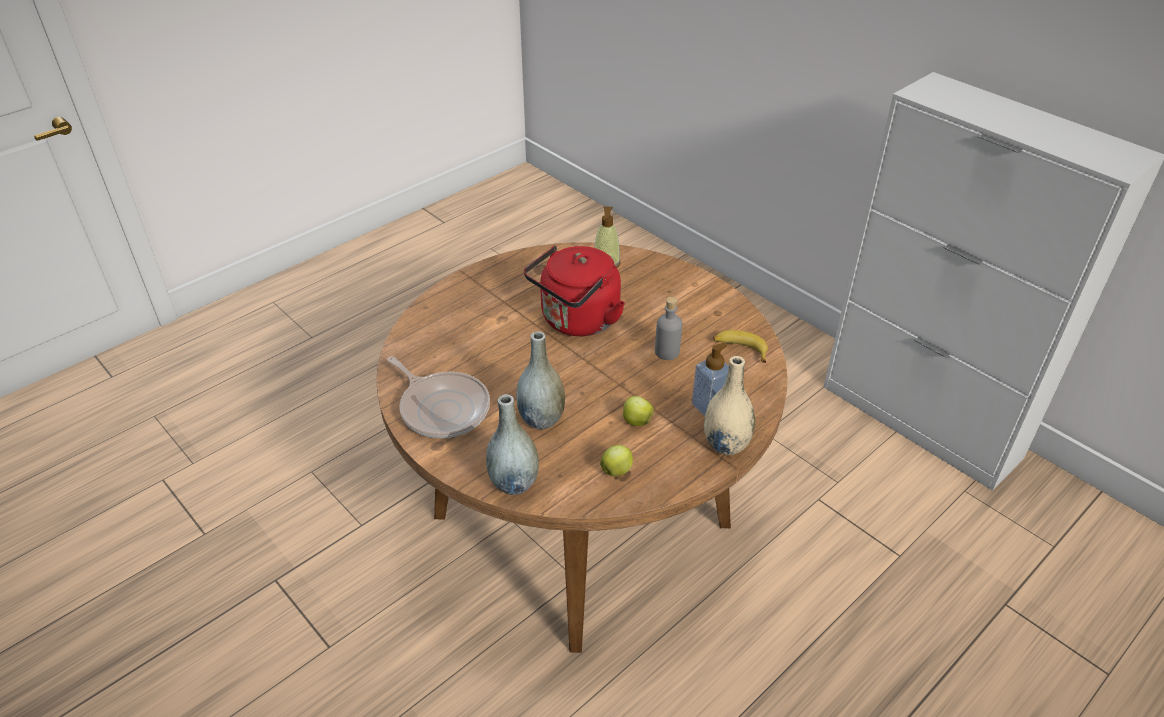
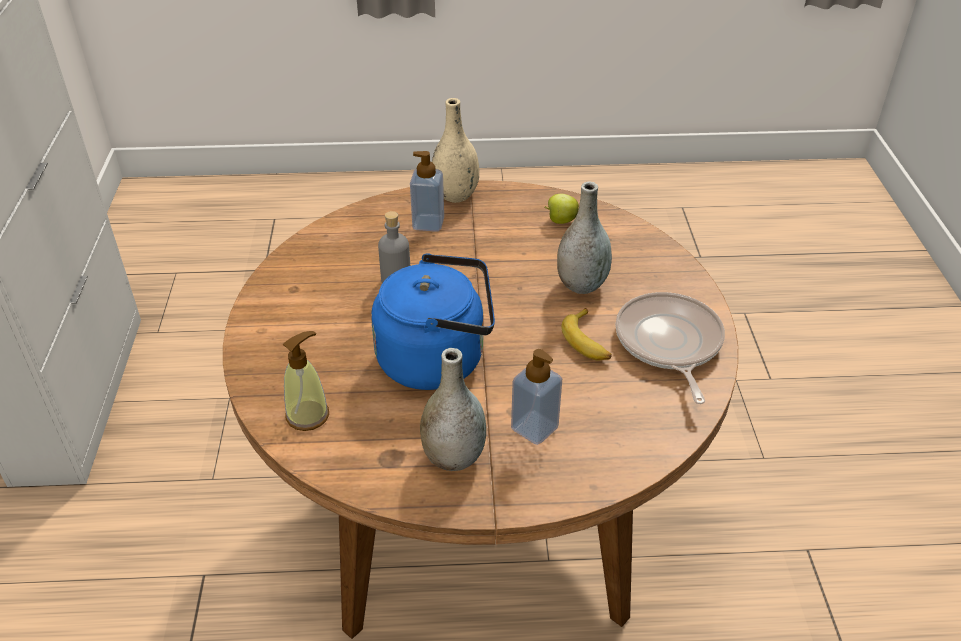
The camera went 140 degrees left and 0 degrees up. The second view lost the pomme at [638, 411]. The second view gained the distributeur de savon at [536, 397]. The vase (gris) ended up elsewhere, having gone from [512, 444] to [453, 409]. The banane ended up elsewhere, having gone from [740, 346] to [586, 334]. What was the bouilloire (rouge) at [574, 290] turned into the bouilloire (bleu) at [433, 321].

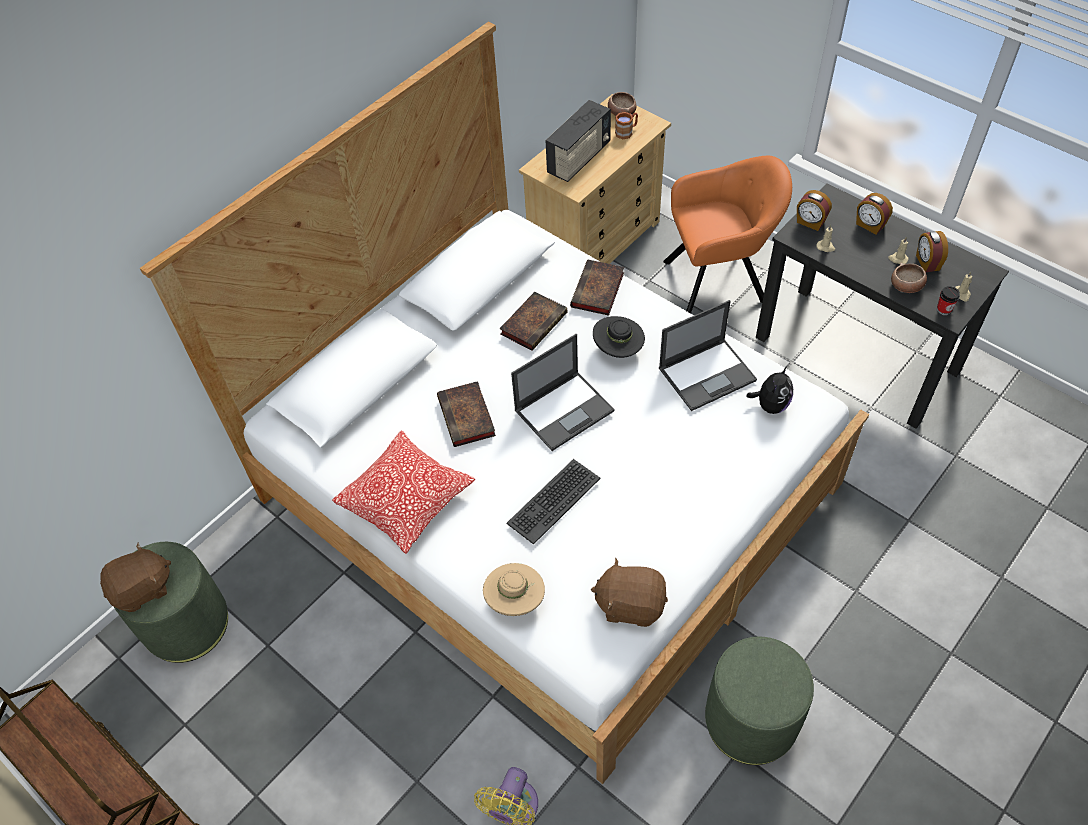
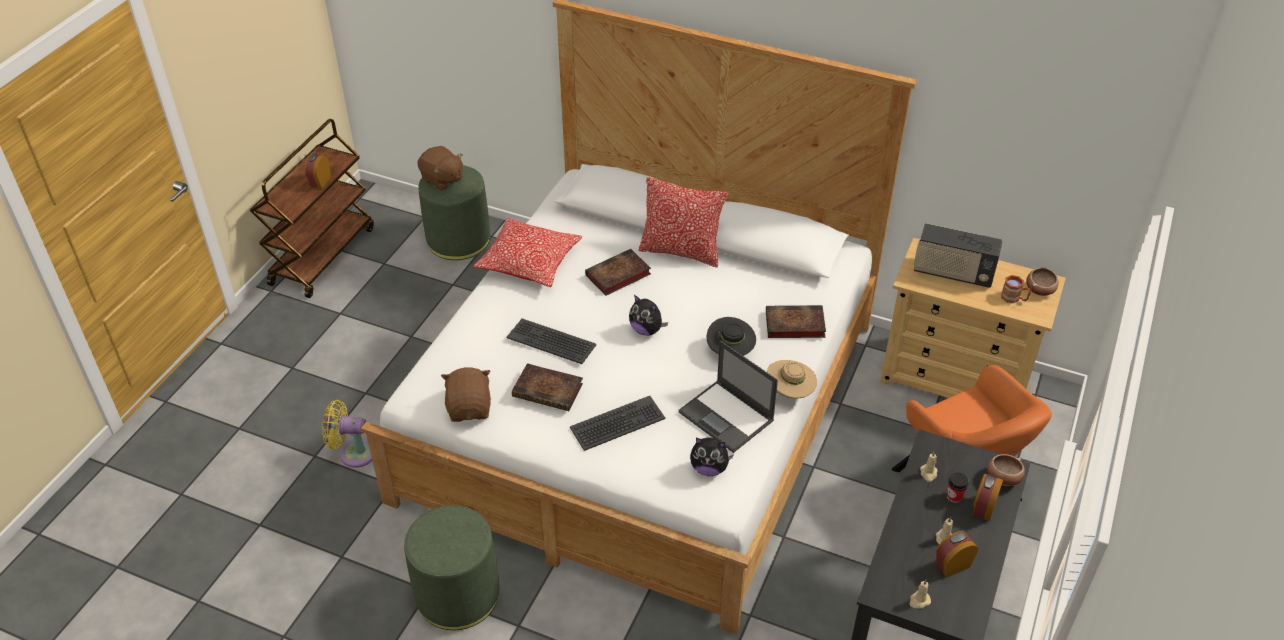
The camera went 70 degrees right and 10 degrees down. The second view gained the clavier at [618, 423]. The second view gained the coussin at [683, 222]. The chapeau (beige) ended up elsewhere, having gone from [514, 589] to [792, 379]. The livre ended up elsewhere, having gone from [534, 321] to [547, 387]. The réveil ended up elsewhere, having gone from [814, 210] to [318, 171]. The bol ended up elsewhere, having gone from [909, 278] to [1006, 470]. The tasse ended up elsewhere, having gone from [948, 300] to [958, 487]. Where the ordinateur portable stood at [562, 392], the peluche came to stand at [648, 315].

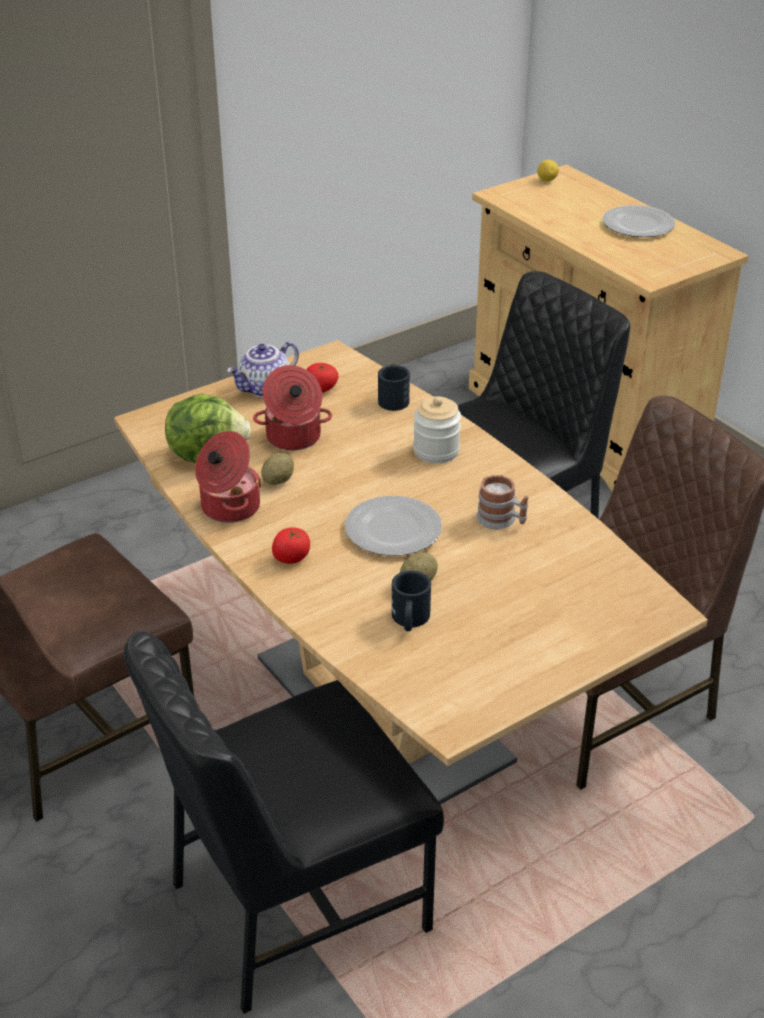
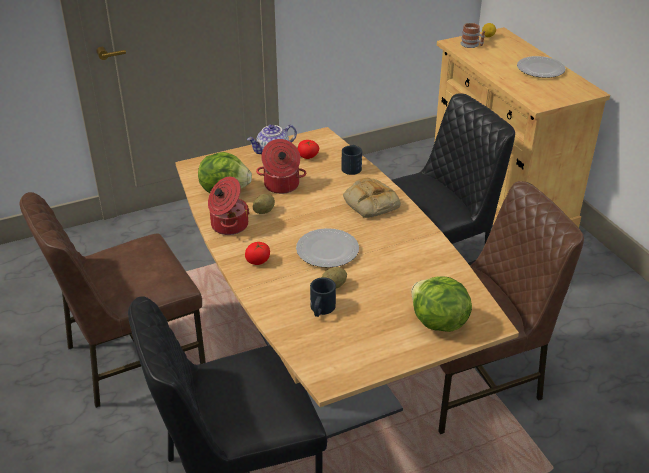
The camera went 10 degrees right and 0 degrees up. The second view gained the laitue at [441, 304]. The mug ended up elsewhere, having gone from [502, 502] to [472, 35]. Where the bocal stood at [437, 429], the pain came to stand at [372, 198].

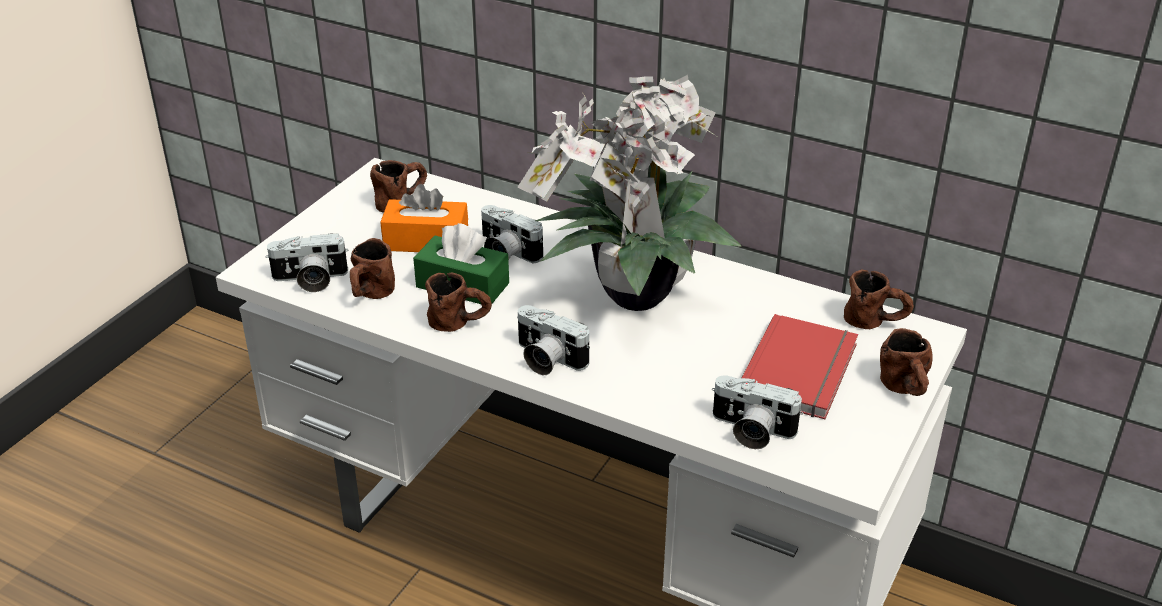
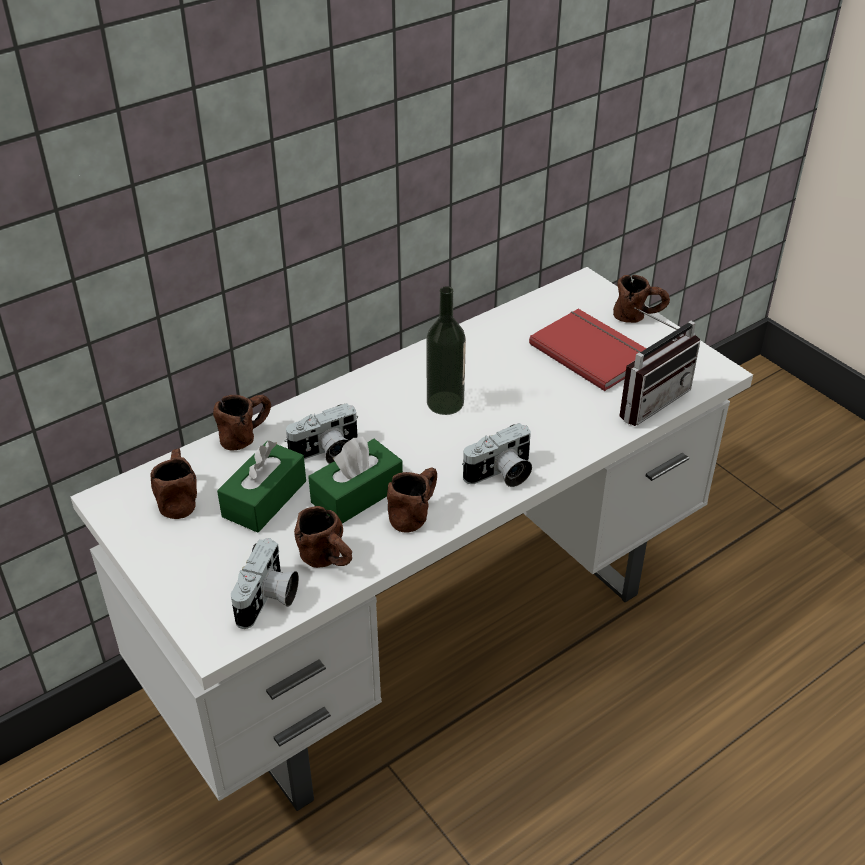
The camera went 65 degrees left and 5 degrees up. The mug (marron) ended up elsewhere, having gone from [879, 299] to [242, 423]. Where the plante en pot stood at [629, 193], the bouteille came to stand at [446, 350]. Where the appareil photo stood at [757, 412], the radio came to stand at [660, 366]. What was the boîte à mouchoirs (orange) at [424, 218] turned into the boîte à mouchoirs (vert) at [261, 487].

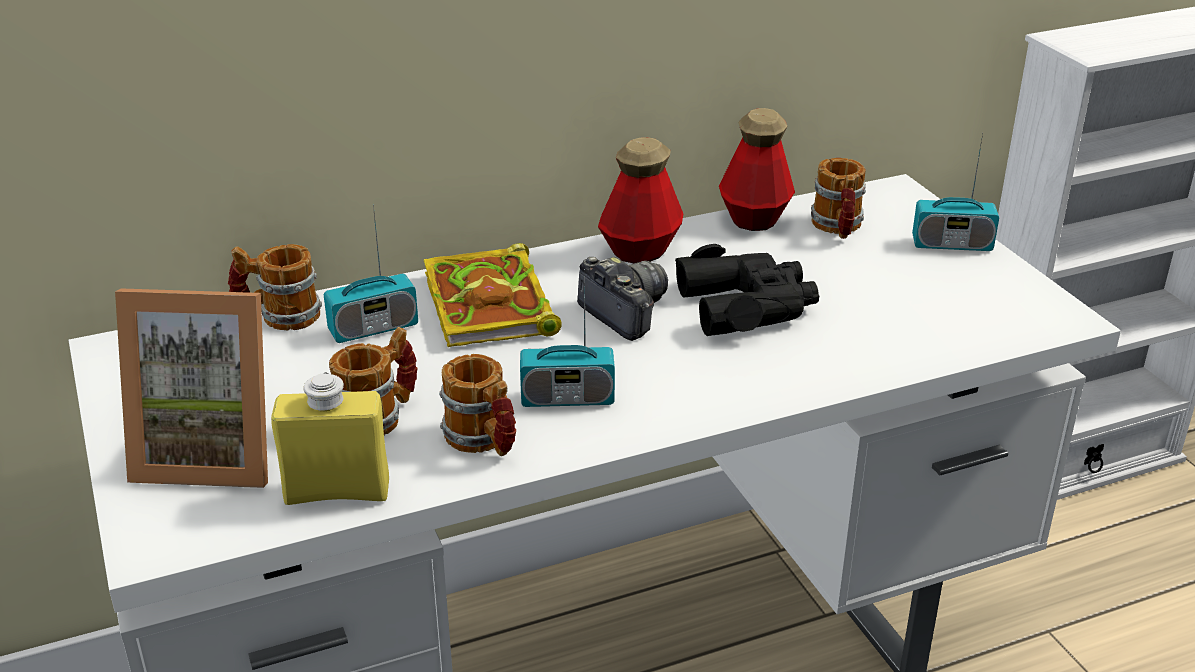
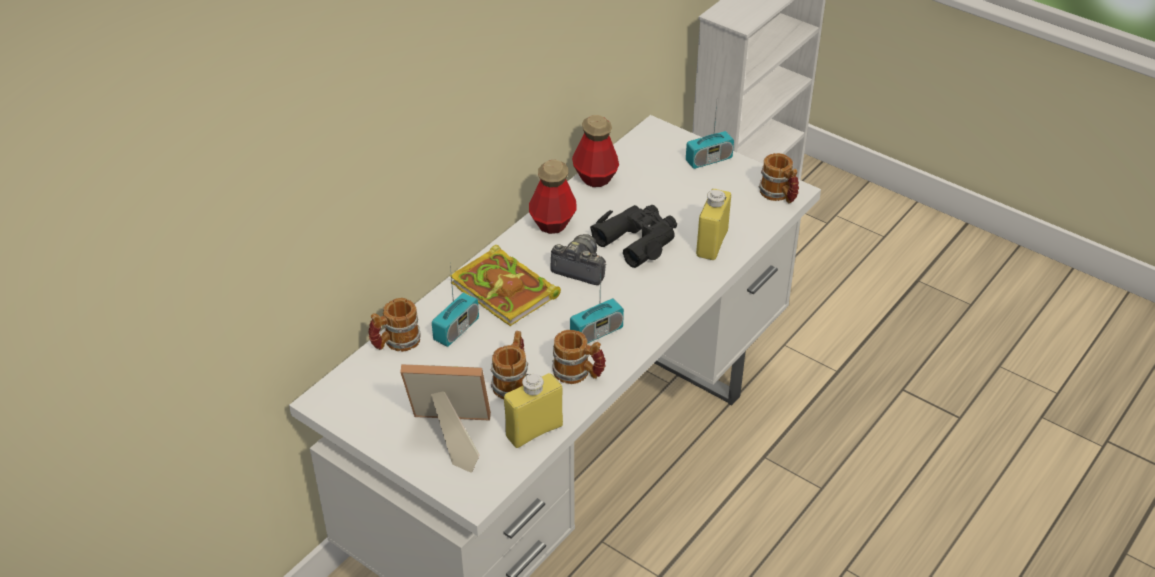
The camera went 30 degrees left and 10 degrees up. The second view gained the bouteille (jaune) at [713, 224]. The mug ended up elsewhere, having gone from [838, 198] to [779, 178]. The cadre photo at [191, 388] ended up facing another way, 150 degrees counterclockwise from before.

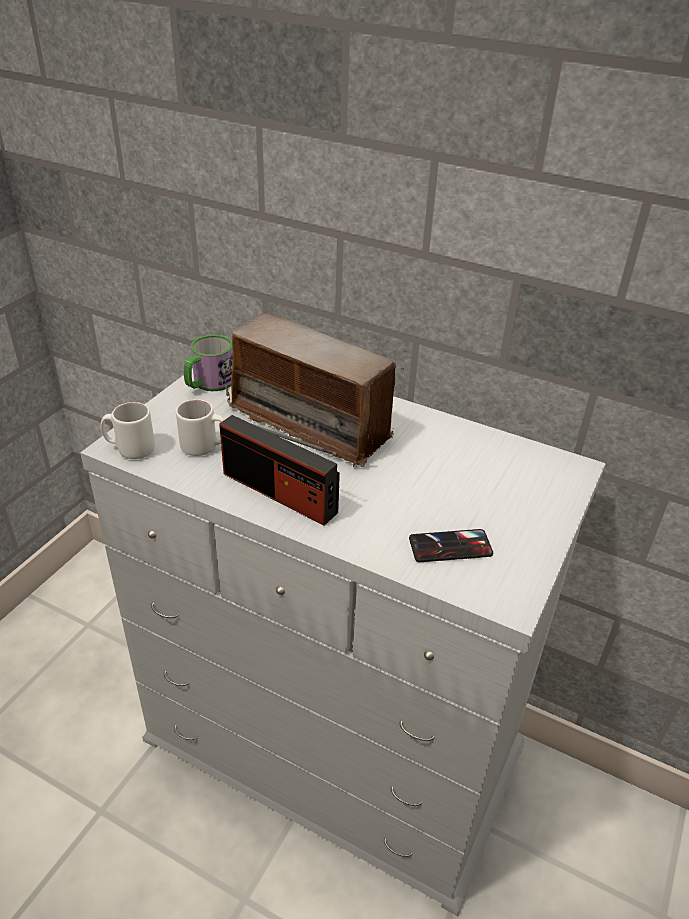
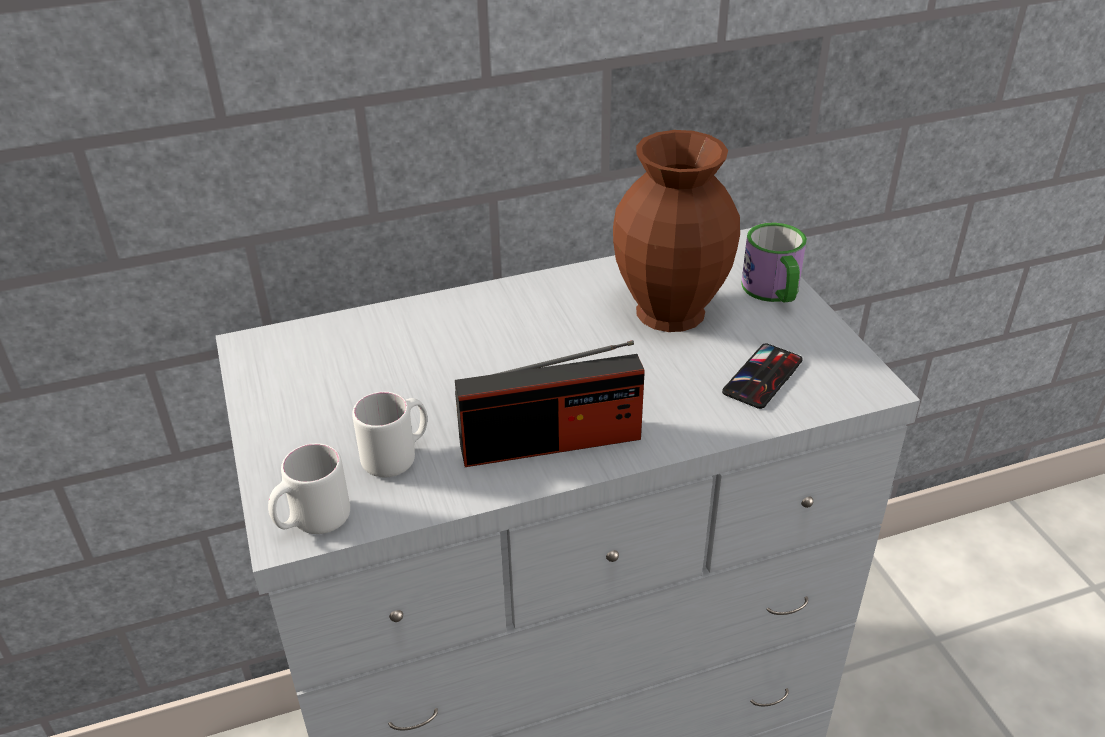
The camera went 45 degrees left and 0 degrees up. The second view lost the radio at [314, 389]. The second view gained the vase (marron) at [676, 231]. The mug ended up elsewhere, having gone from [208, 363] to [774, 263].

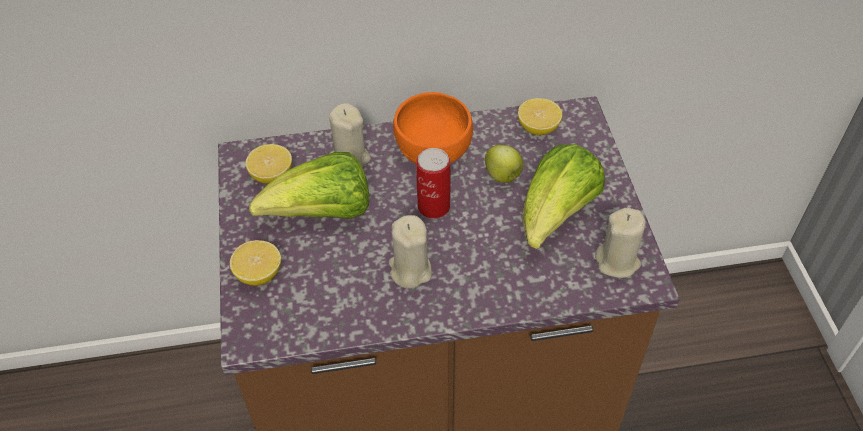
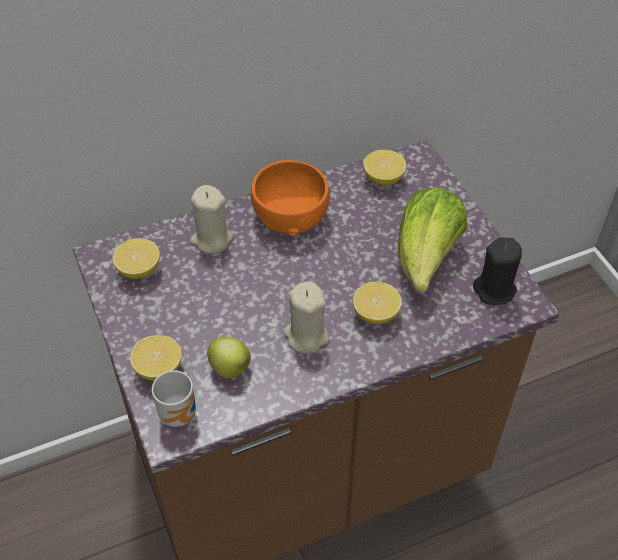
The camera went 15 degrees left and 0 degrees up. The second view lost the laitue at [309, 185]. The second view lost the boîte métallique at [433, 183]. The second view gained the mug at [174, 398]. The second view gained the citron at [377, 303]. The pomme ended up elsewhere, having gone from [504, 164] to [229, 358]. What was the bougie (beige) at [620, 243] turned into the bougie (noir) at [497, 271].

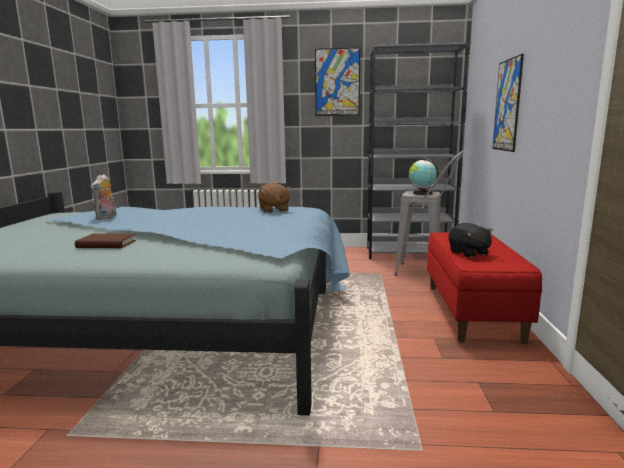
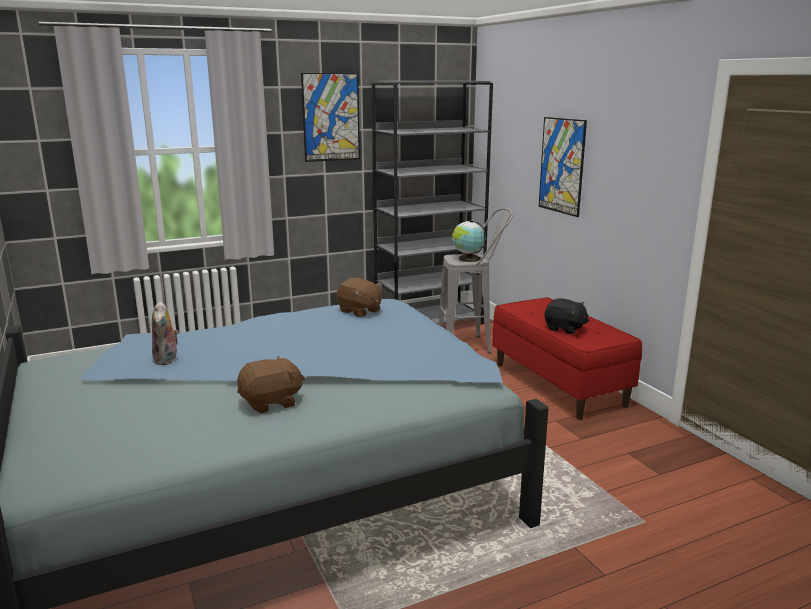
The camera went 30 degrees left and 5 degrees up. Where the livre (marron) stood at [105, 241], the peluche (marron) came to stand at [271, 384].

